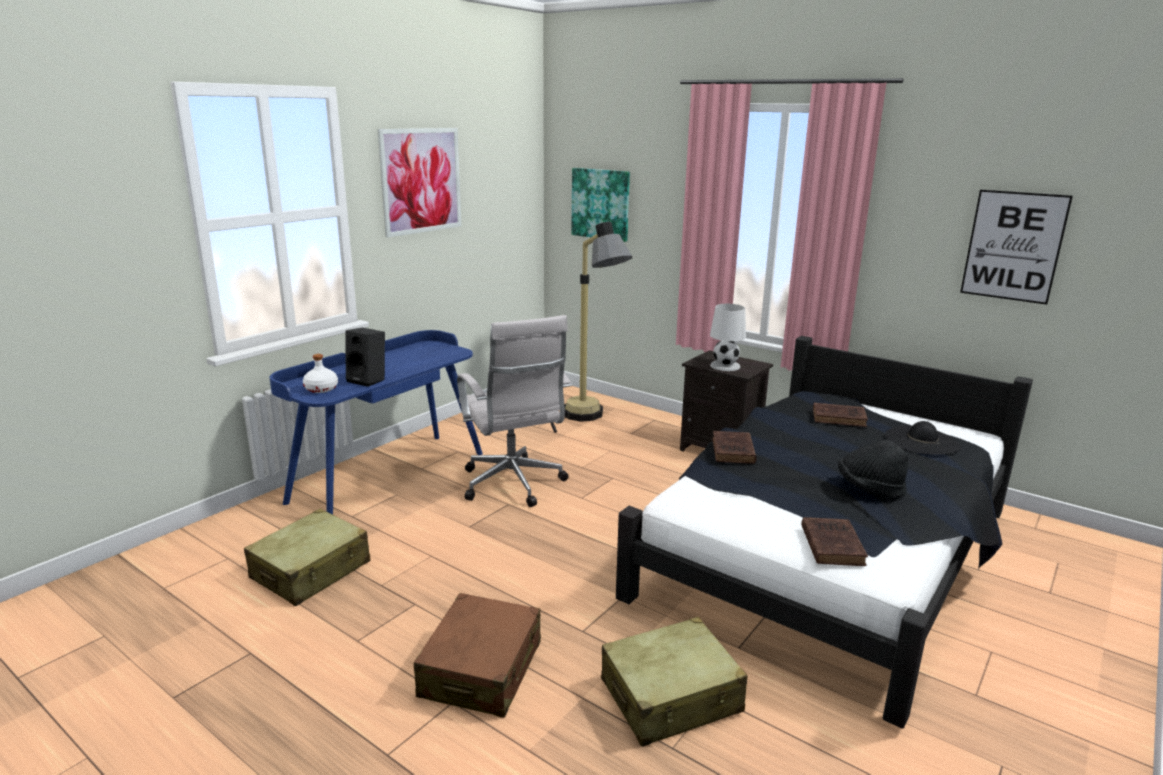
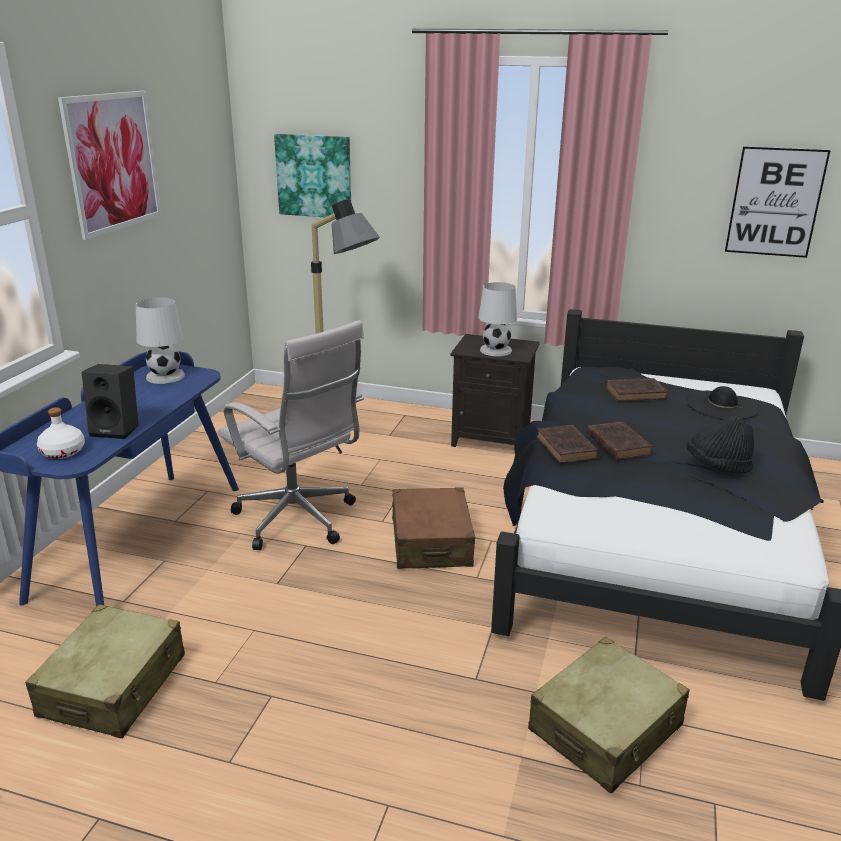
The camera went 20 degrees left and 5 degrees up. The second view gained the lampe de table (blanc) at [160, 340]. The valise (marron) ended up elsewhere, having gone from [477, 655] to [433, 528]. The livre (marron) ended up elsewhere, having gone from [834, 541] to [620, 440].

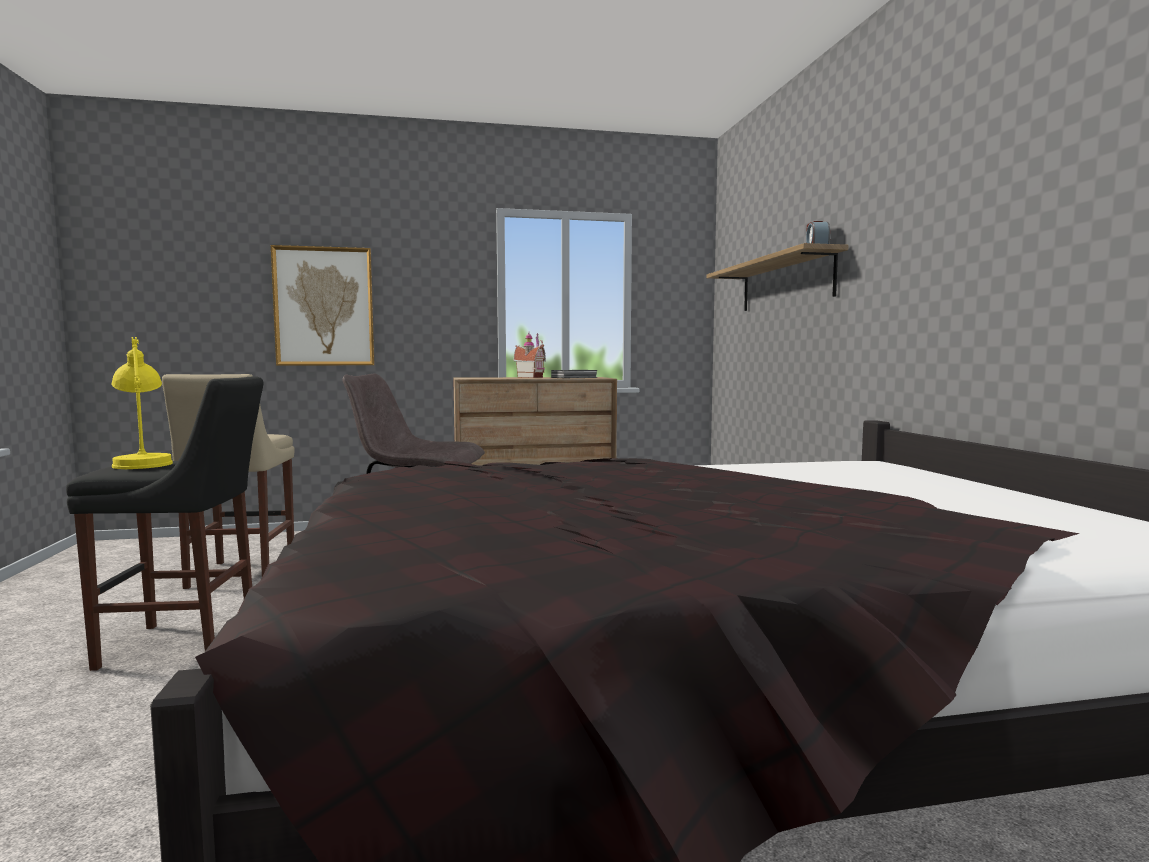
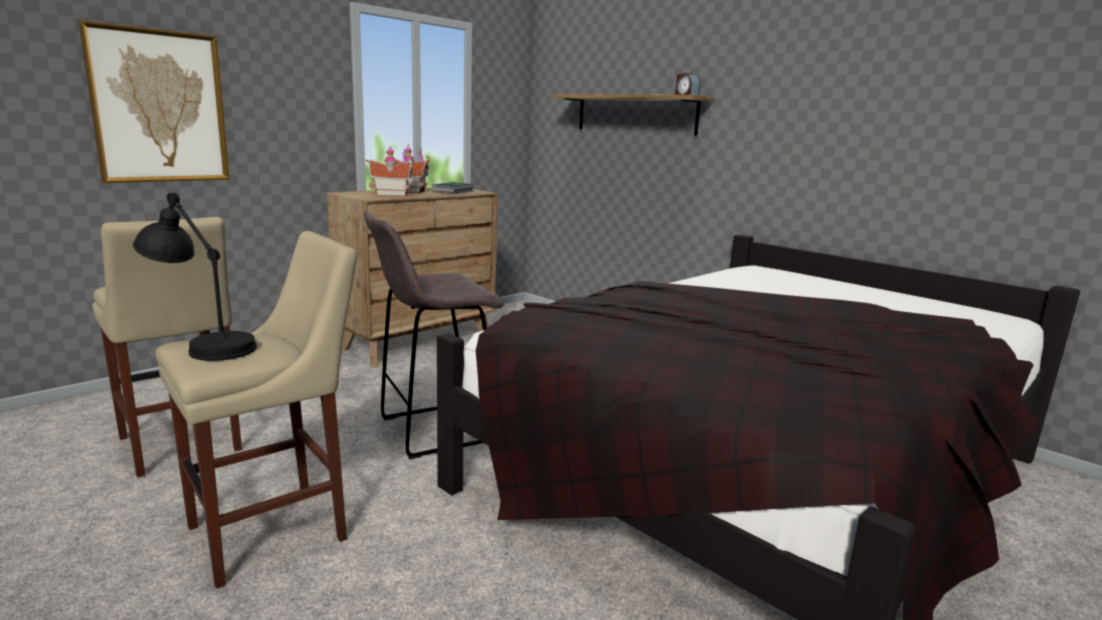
The camera went 35 degrees left and 10 degrees up. The second view gained the maison miniature at [390, 170]. What was the tabouret (noir) at [164, 523] turned into the tabouret (beige) at [256, 410]. What was the lampe de table (jaune) at [142, 403] turned into the lampe de table (noir) at [195, 277].

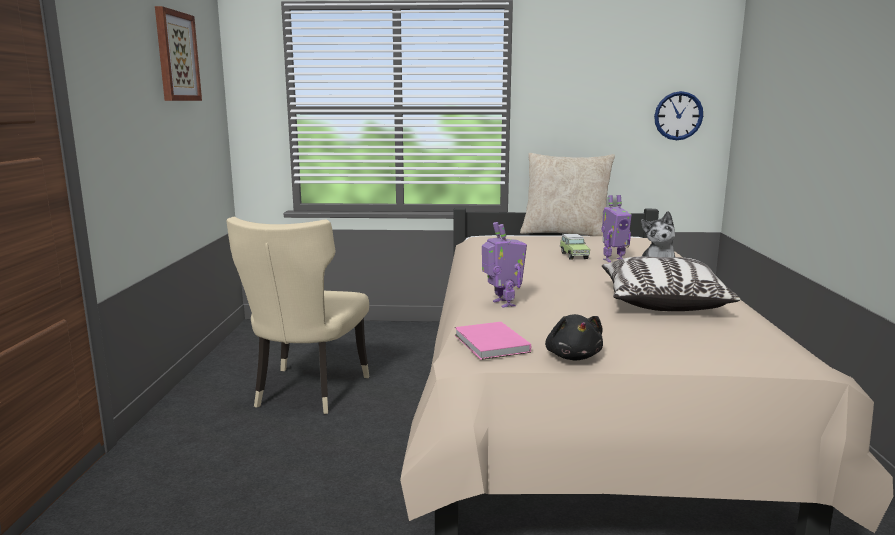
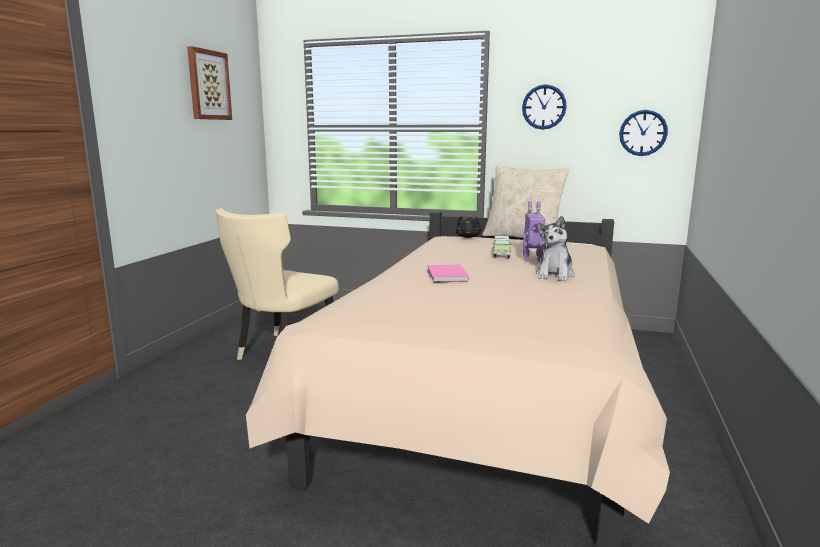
The camera went 15 degrees right and 0 degrees up. The second view lost the robot jouet at [504, 265]. The second view lost the coussin at [671, 283]. The second view gained the horloge murale at [544, 107]. The livre (rose) ended up elsewhere, having gone from [493, 341] to [448, 273]. The peluche (noir) ended up elsewhere, having gone from [574, 337] to [468, 227].

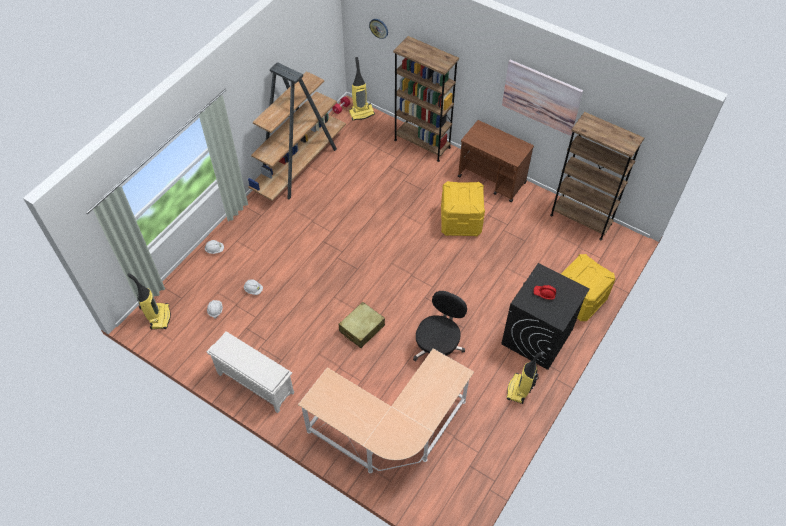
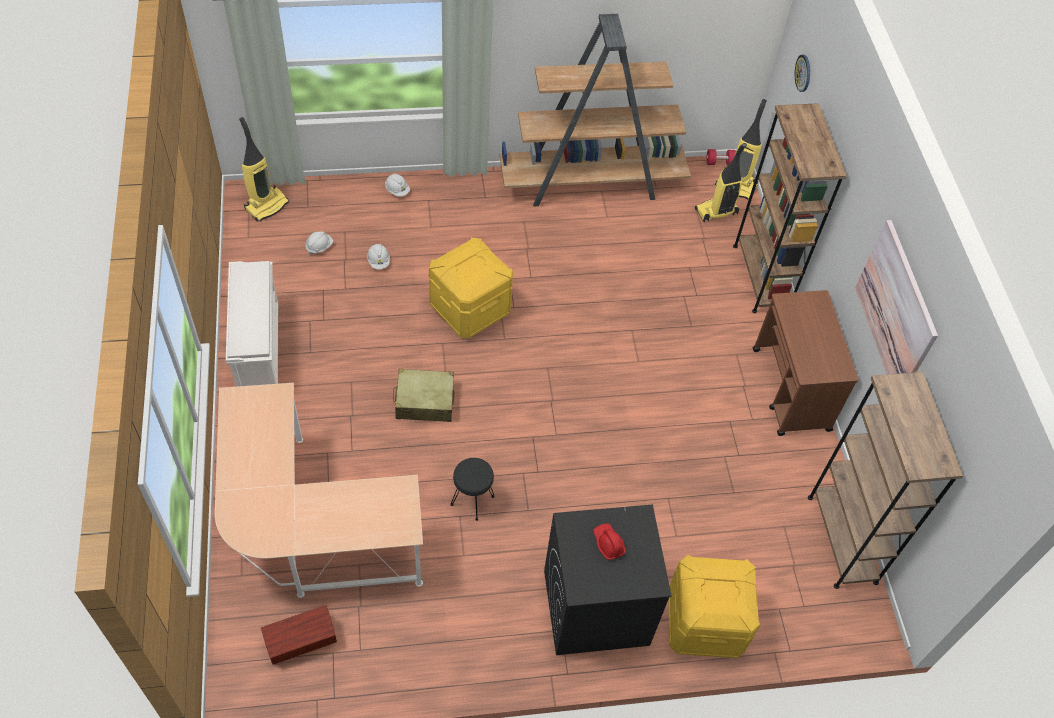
The camera went 45 degrees right and 0 degrees up. The second view gained the boîte de rangement (marron) at [299, 635]. The boîte de rangement (jaune) ended up elsewhere, having gone from [463, 208] to [471, 288]. The aspirateur ended up elsewhere, having gone from [524, 378] to [721, 182]. Where the chaise de bureau (noir) stood at [440, 326], the tabouret (noir) came to stand at [472, 489].

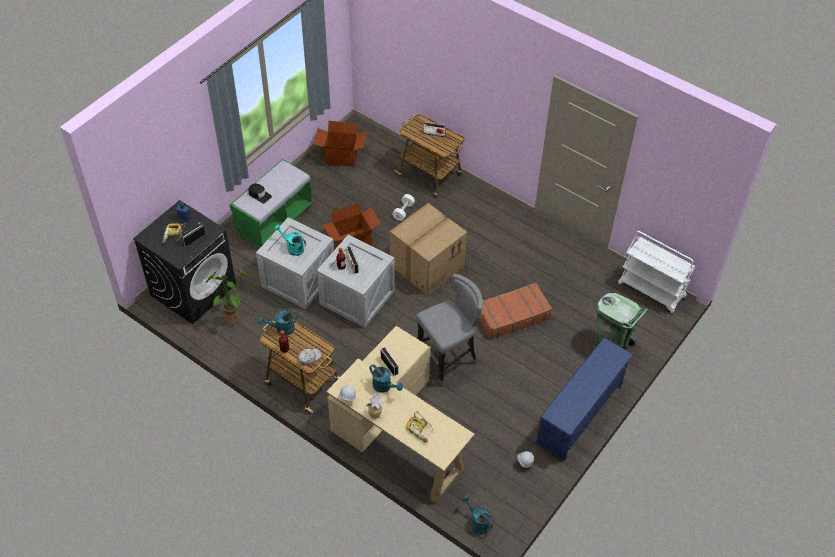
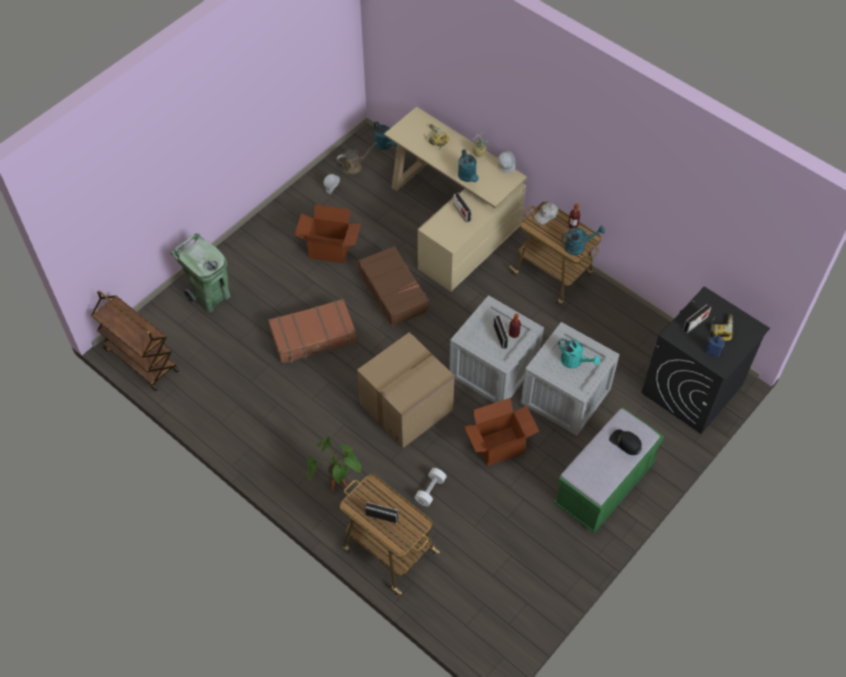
The camera went 175 degrees left and 5 degrees up. The second view lost the étagère à chaussures (bleu) at [584, 399]. The second view gained the arrosoir (marron) at [356, 158]. The plante en pot ended up elsewhere, having gone from [226, 298] to [334, 463]. The carton ended up elsewhere, having gone from [340, 144] to [328, 234]. Where the tabouret (gris) stood at [449, 330], the valise (marron) came to stand at [393, 286]. What was the chariot (blanc) at [656, 272] turned into the chariot (marron) at [135, 341]. The arrosoir (turquoise) at [386, 378] ended up facing another way, 150 degrees counterclockwise from before.

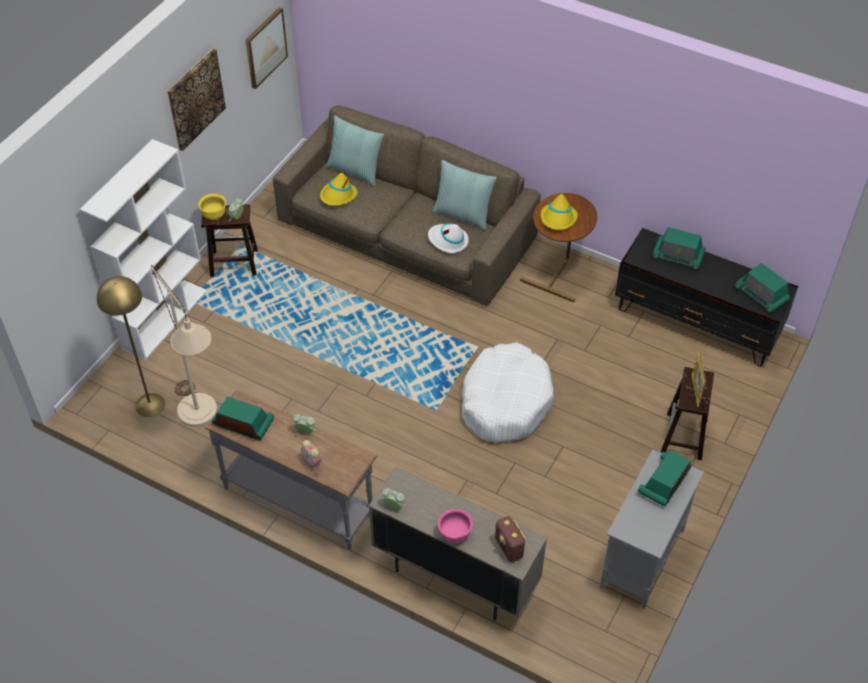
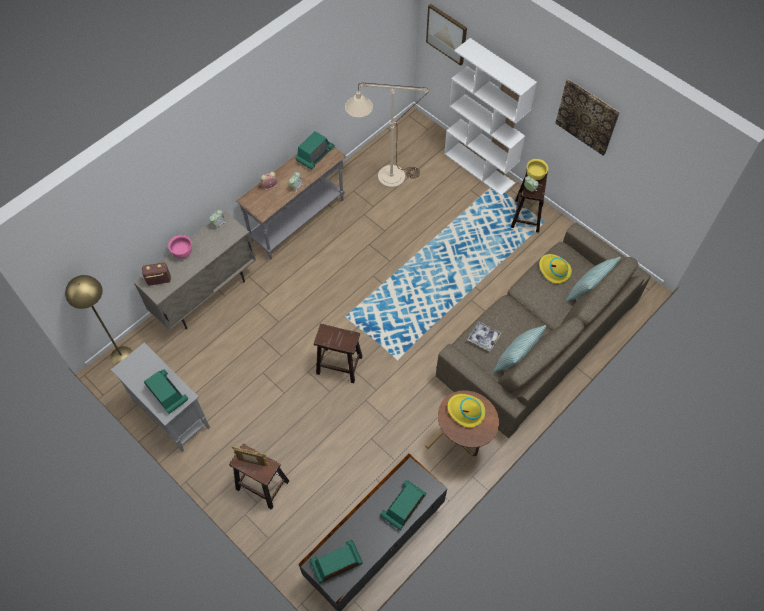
The camera went 105 degrees right and 10 degrees up. The lampadaire (jaune) ended up elsewhere, having gone from [131, 346] to [99, 320]. The tableau ended up elsewhere, having gone from [266, 48] to [446, 35]. Where the chapeau (blanc) stood at [448, 238], the plateau came to stand at [484, 336]. Where the panier pour chien (blanc) stood at [508, 392], the tabouret (marron) came to stand at [338, 353].

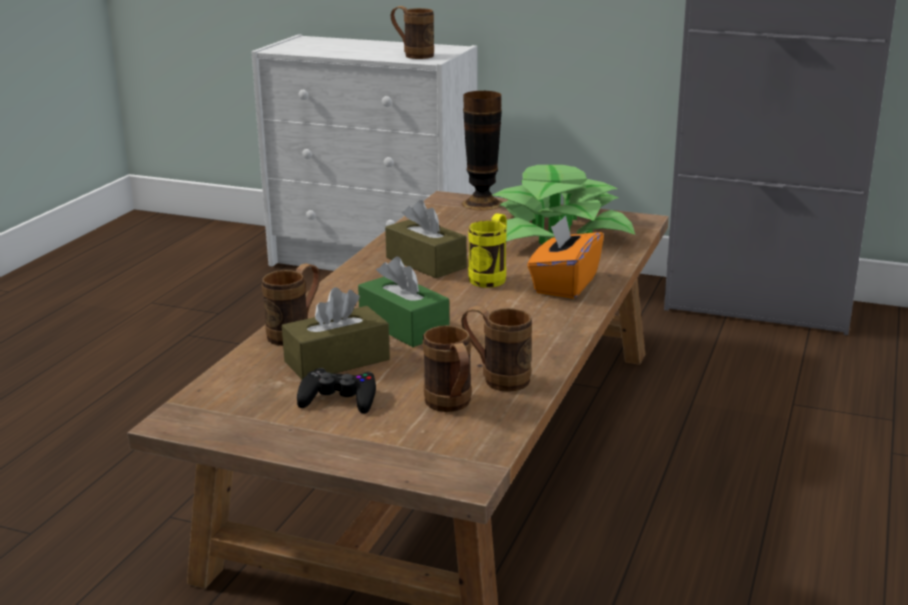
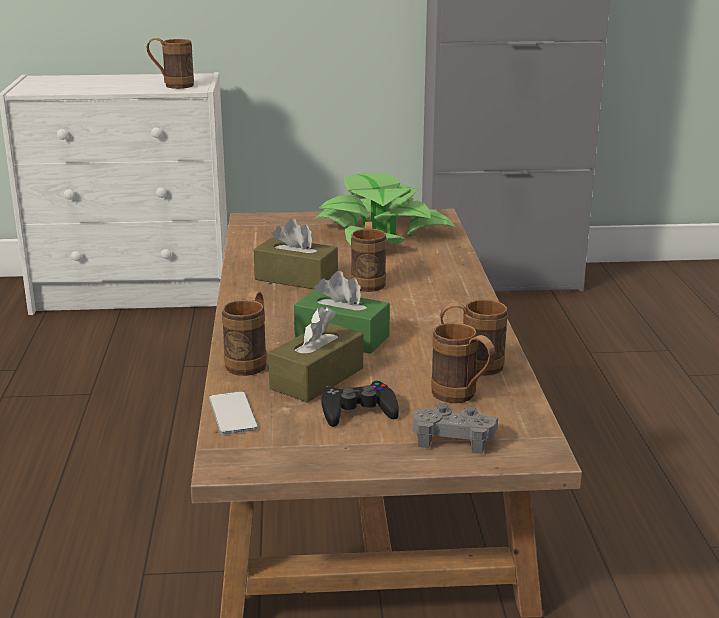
The camera went 25 degrees left and 0 degrees up. The second view lost the vase at [482, 151]. The second view lost the boîte à mouchoirs (orange) at [565, 257]. The second view gained the téléphone at [233, 412]. The second view gained the manette (gris) at [455, 428]. What was the mug (jaune) at [487, 250] turned into the mug (marron) at [368, 257].

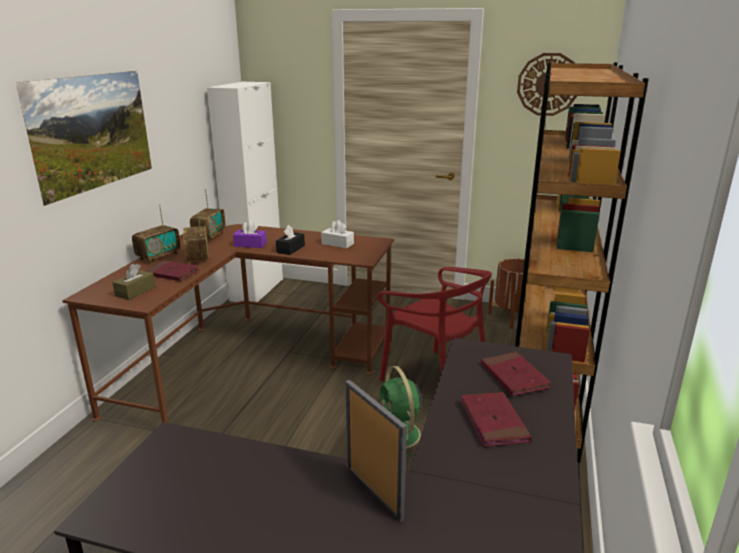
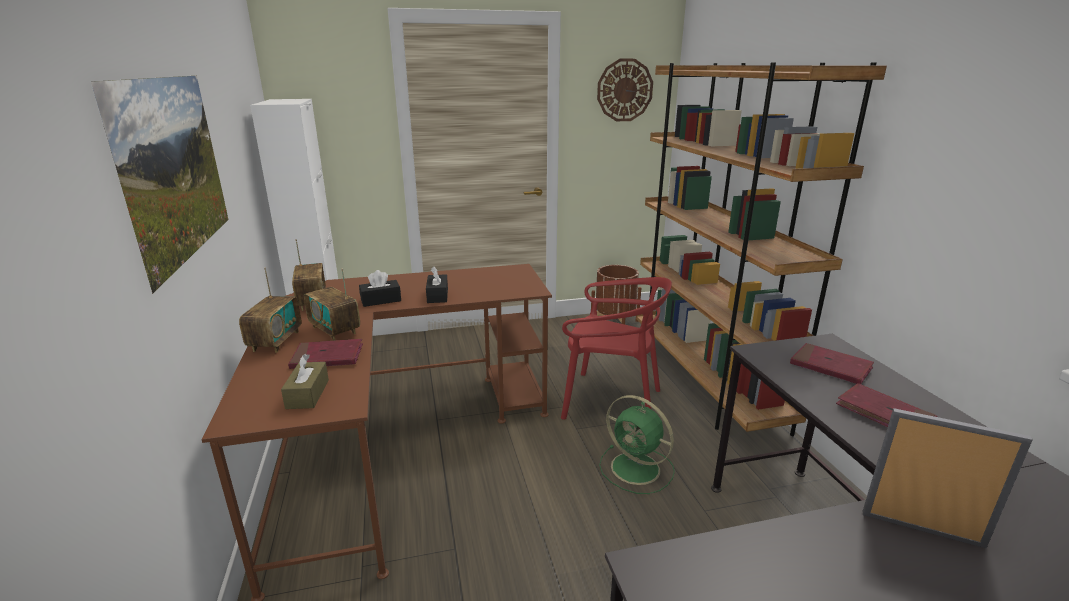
The camera went 30 degrees left and 0 degrees up. The second view lost the boîte à mouchoirs (blanc) at [337, 234]. What was the boîte à mouchoirs (violet) at [250, 234] turned into the boîte à mouchoirs (noir) at [380, 288].

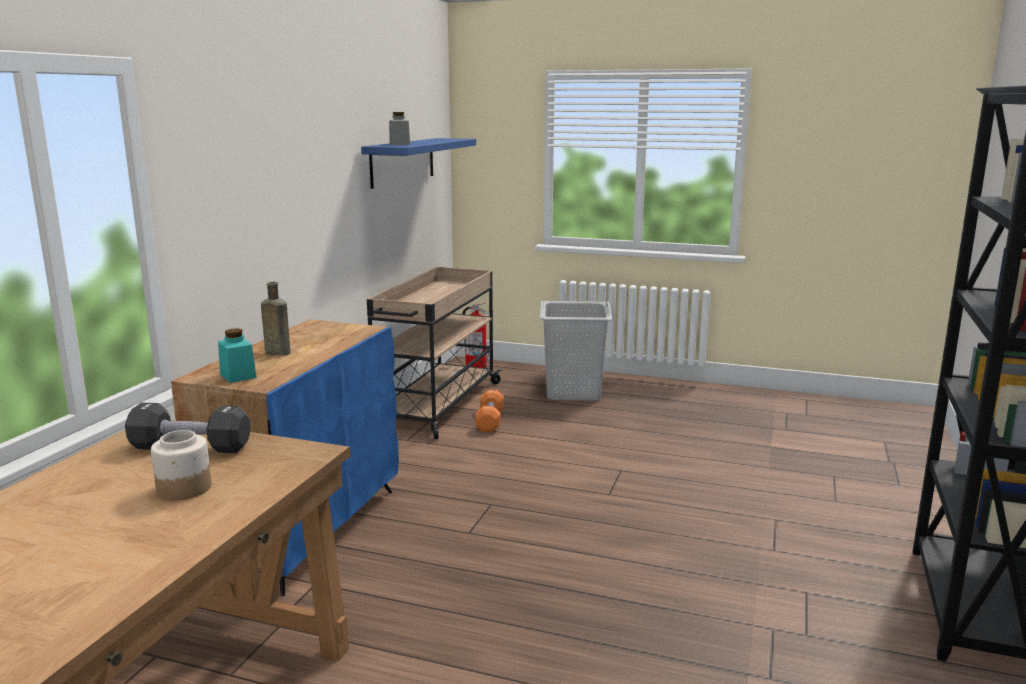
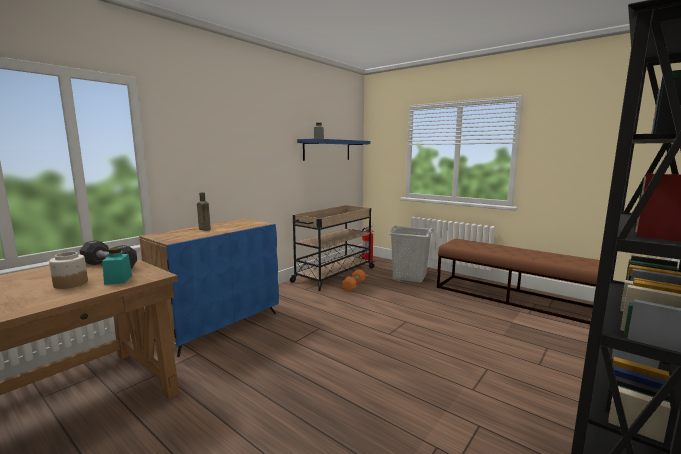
The camera went 20 degrees right and 5 degrees down. The second view gained the banc (marron) at [518, 282]. The bocal (turquoise) ended up elsewhere, having gone from [237, 355] to [117, 266].

